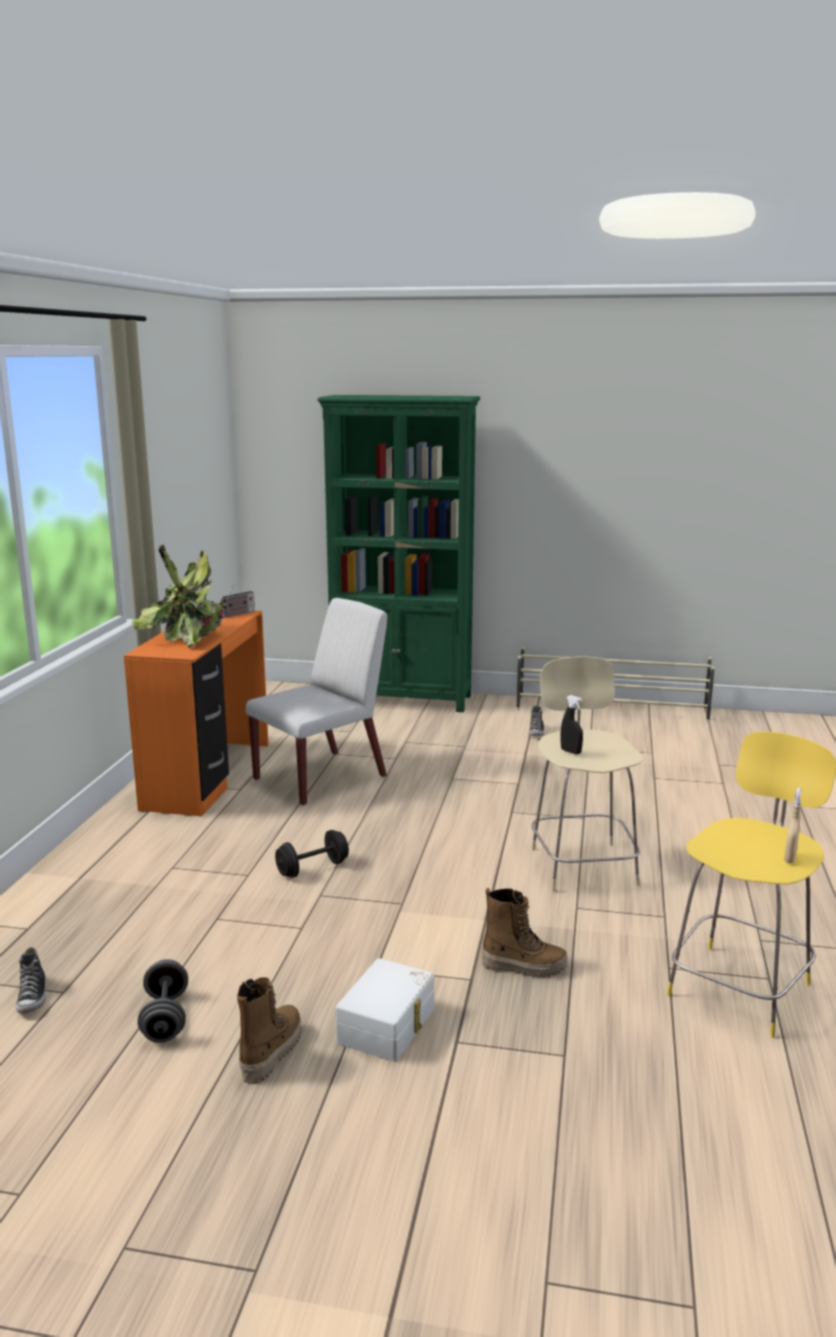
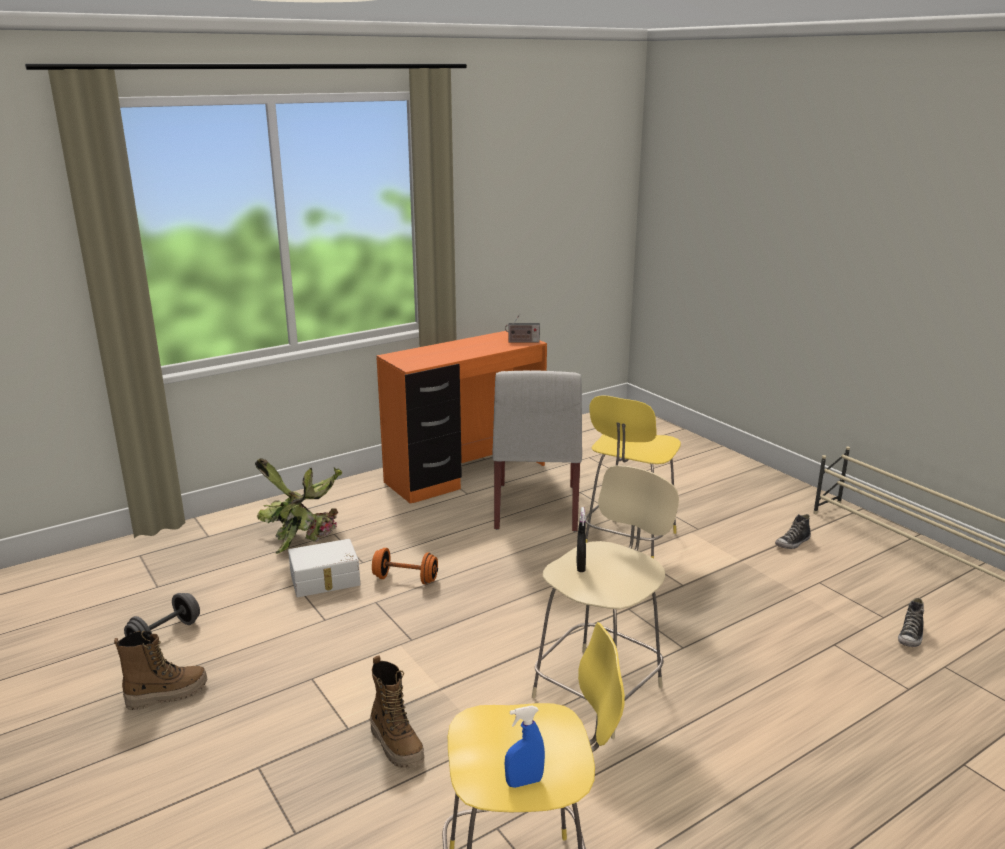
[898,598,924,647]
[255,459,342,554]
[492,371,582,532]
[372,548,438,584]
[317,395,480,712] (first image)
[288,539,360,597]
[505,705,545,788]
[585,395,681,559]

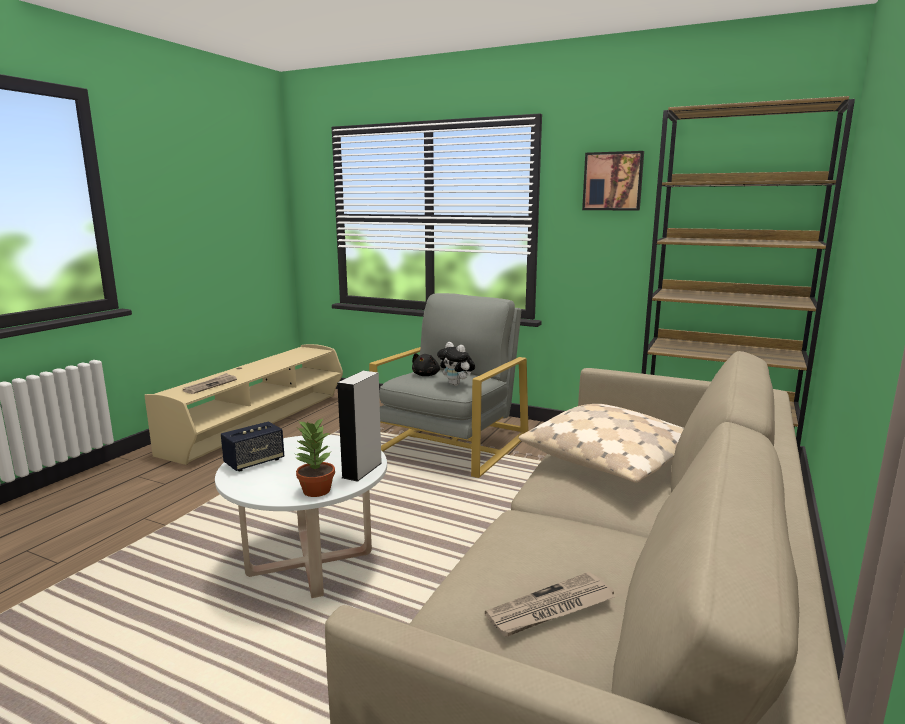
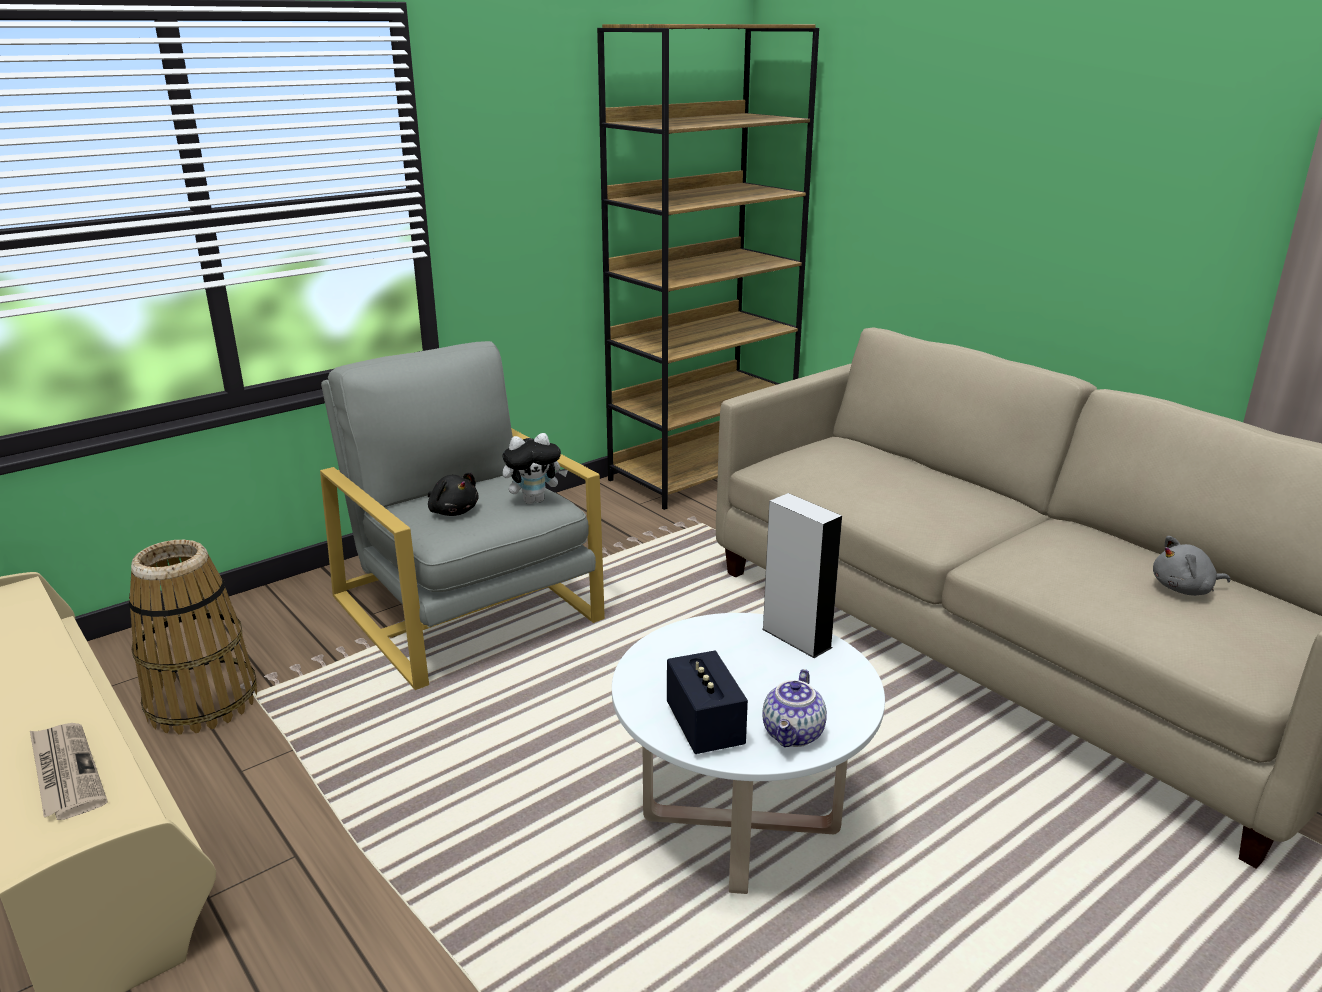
[295,417,335,497] (first image)
[1153,536,1230,596]
[519,404,684,483] (first image)
[582,151,644,211] (first image)
[128,540,257,735]
[762,669,827,747]

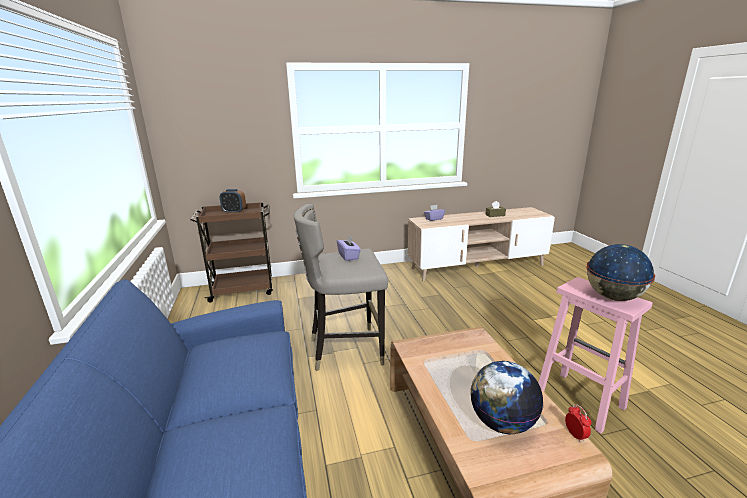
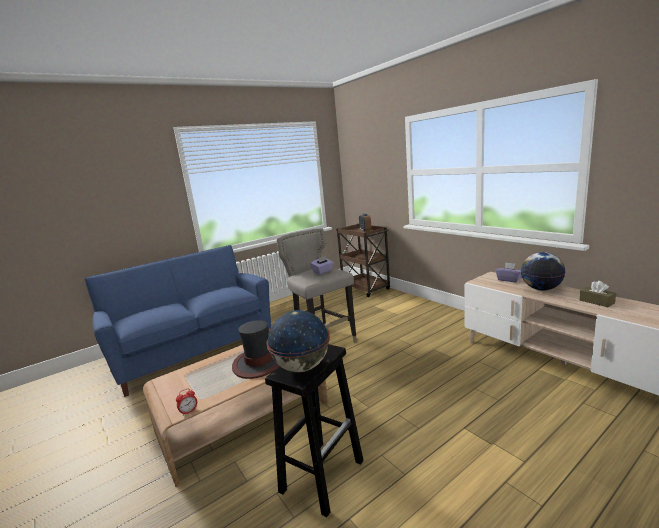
[521,252,565,290]
[265,344,363,517]
[232,320,280,379]

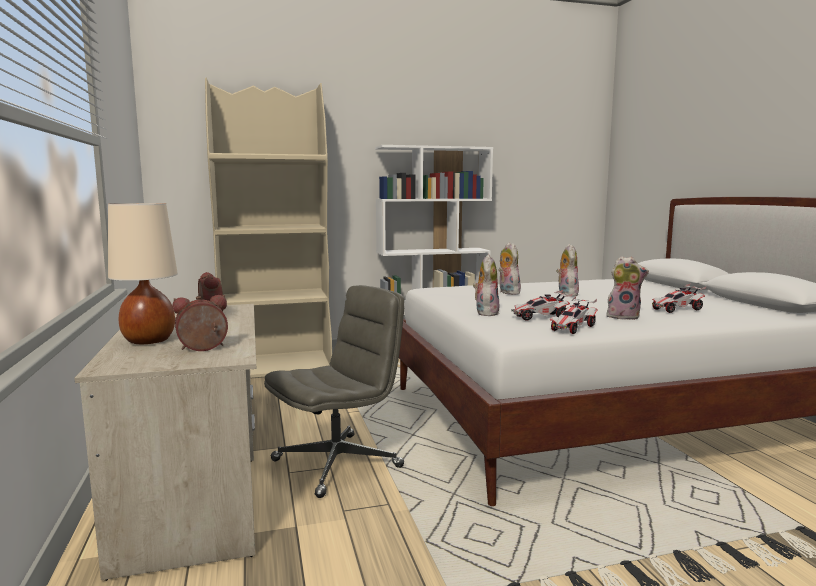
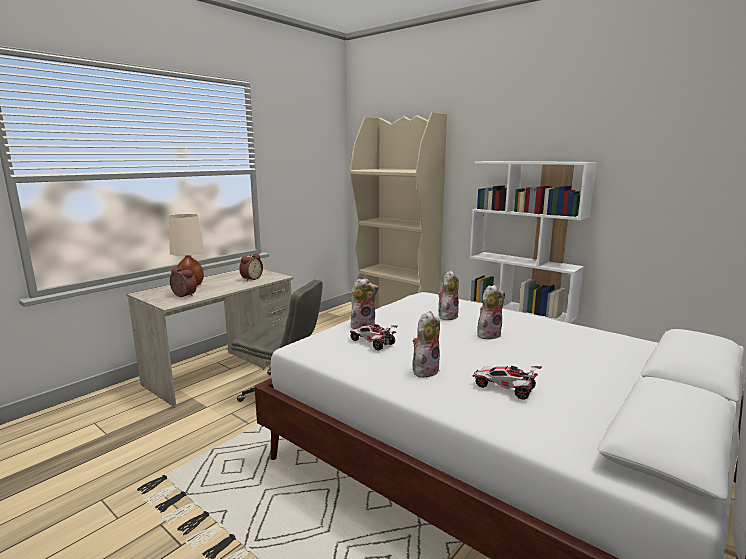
[550,296,598,334] (first image)
[413,311,440,378]

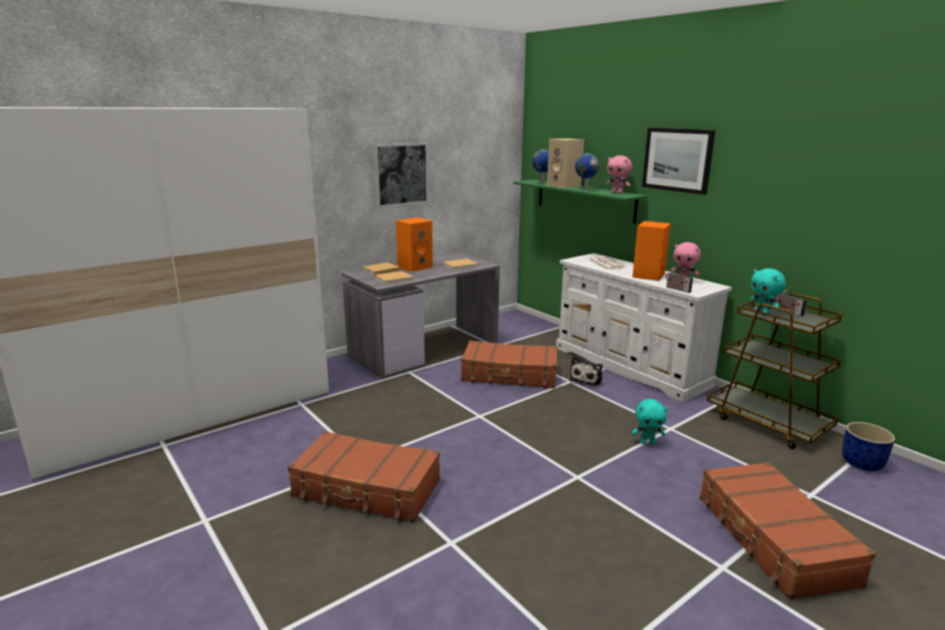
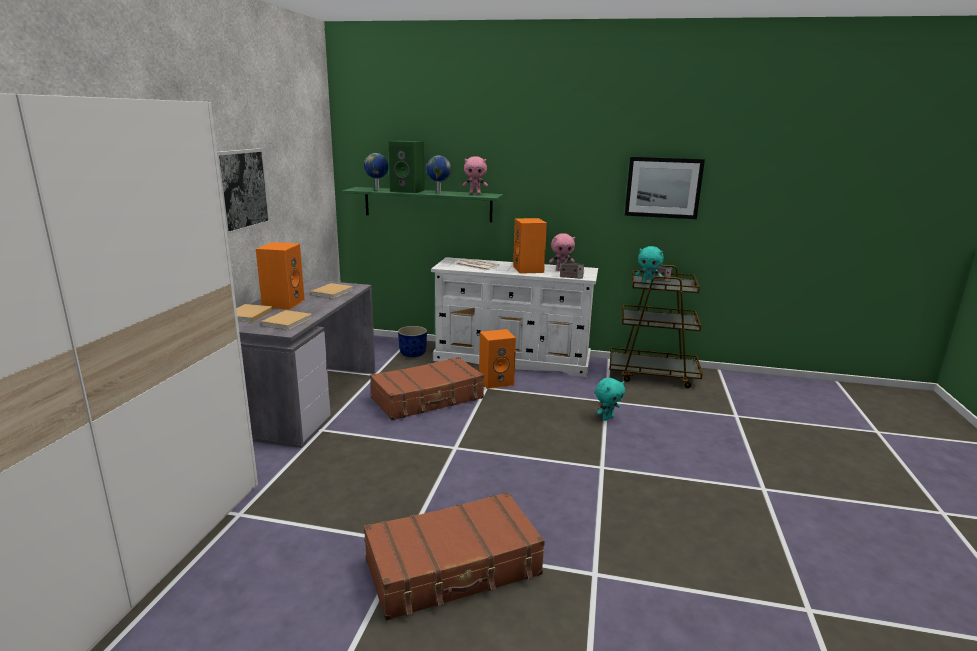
[388,140,425,193]
[479,329,516,389]
[625,157,705,219]
[700,462,876,600] (first image)
[398,326,427,357]

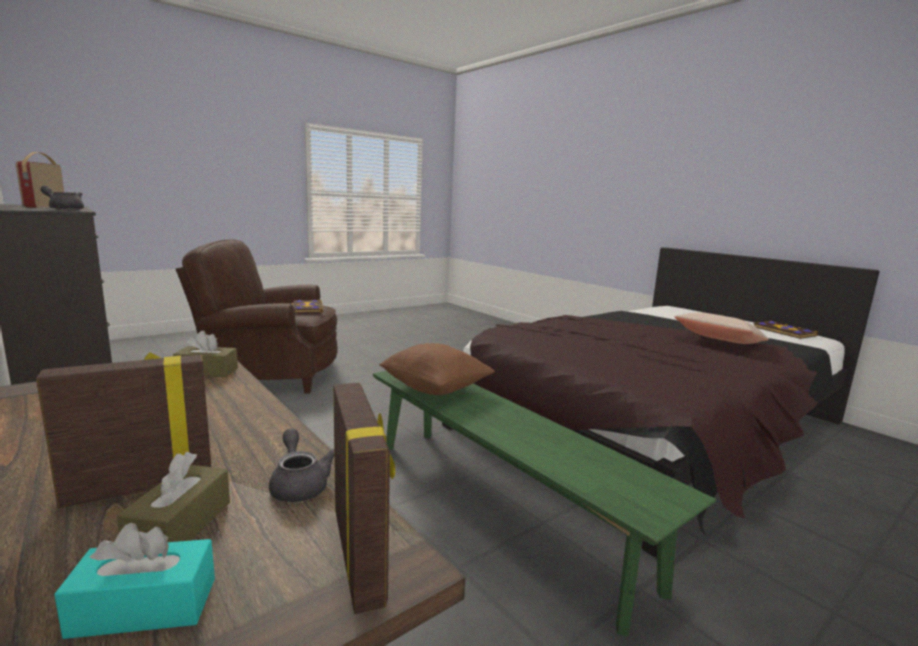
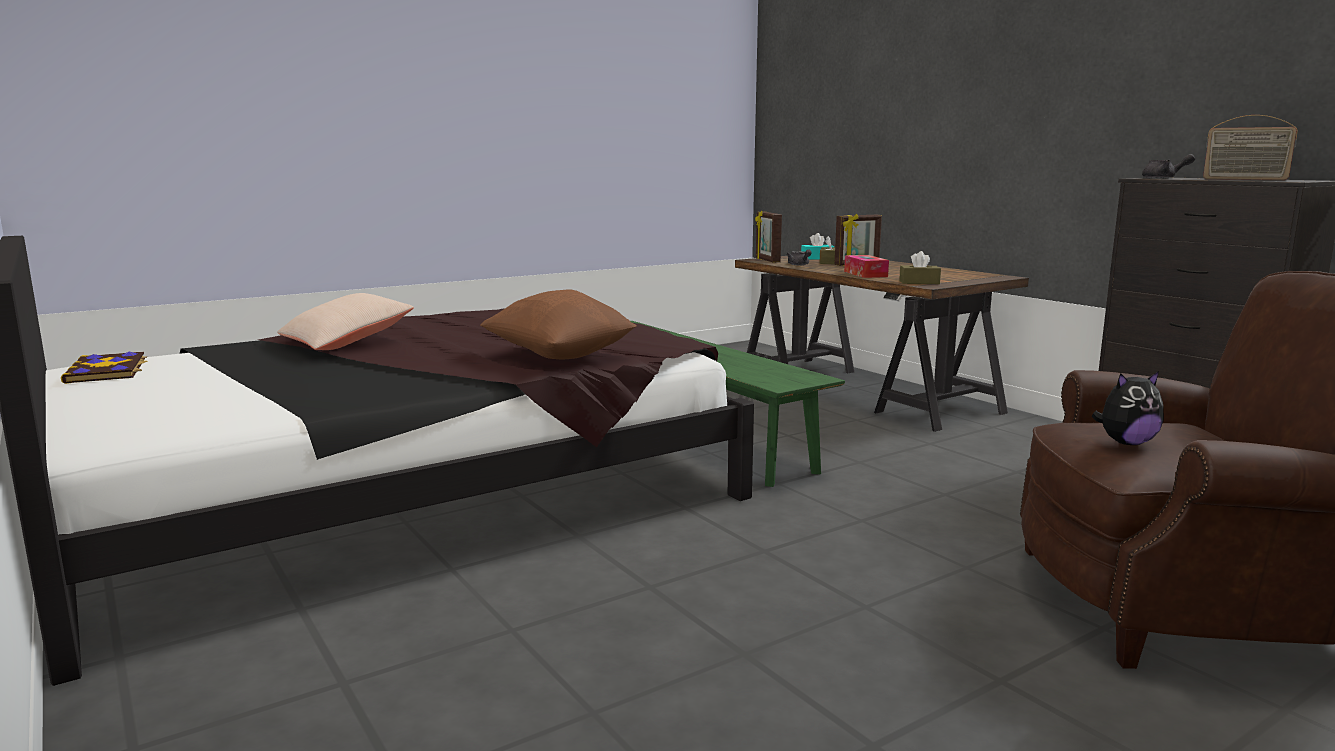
[1203,115,1298,180]
[1091,371,1164,445]
[480,289,637,359]
[844,255,889,278]

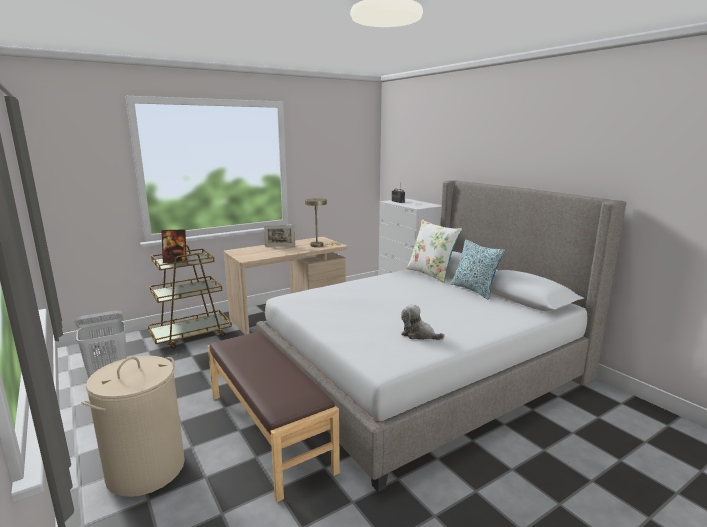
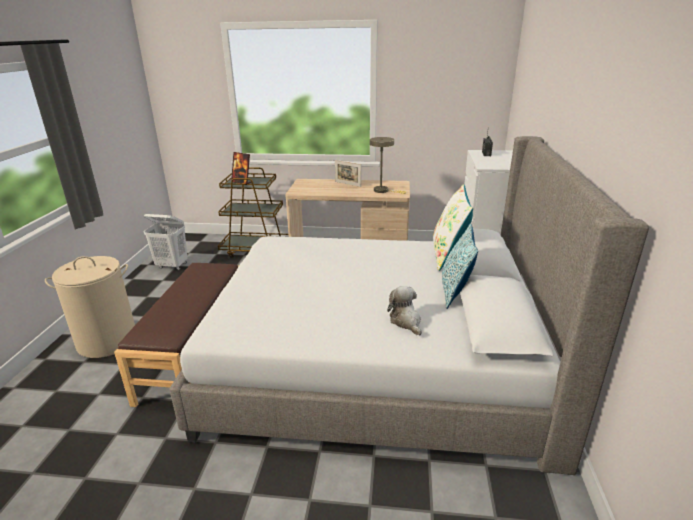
[387,286,422,336]

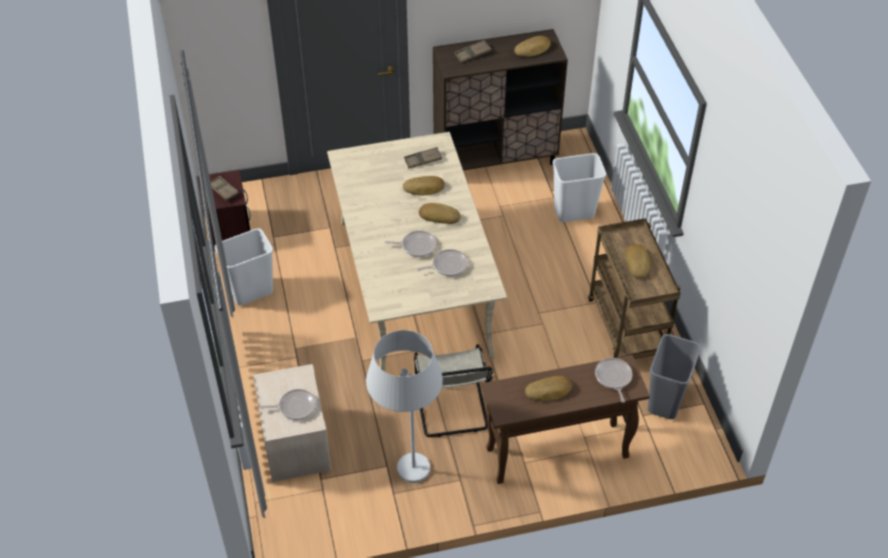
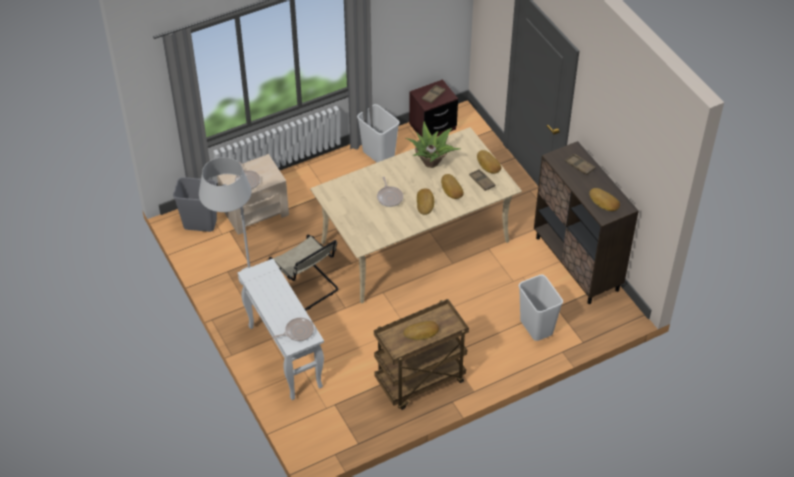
[269,235,338,311]
[417,249,468,276] (first image)
[238,259,324,400]
[477,150,501,174]
[173,177,217,232]
[405,121,461,168]

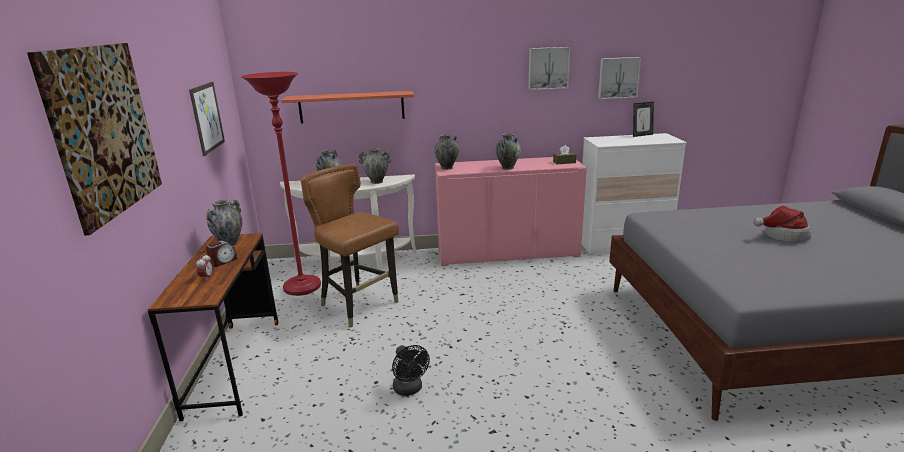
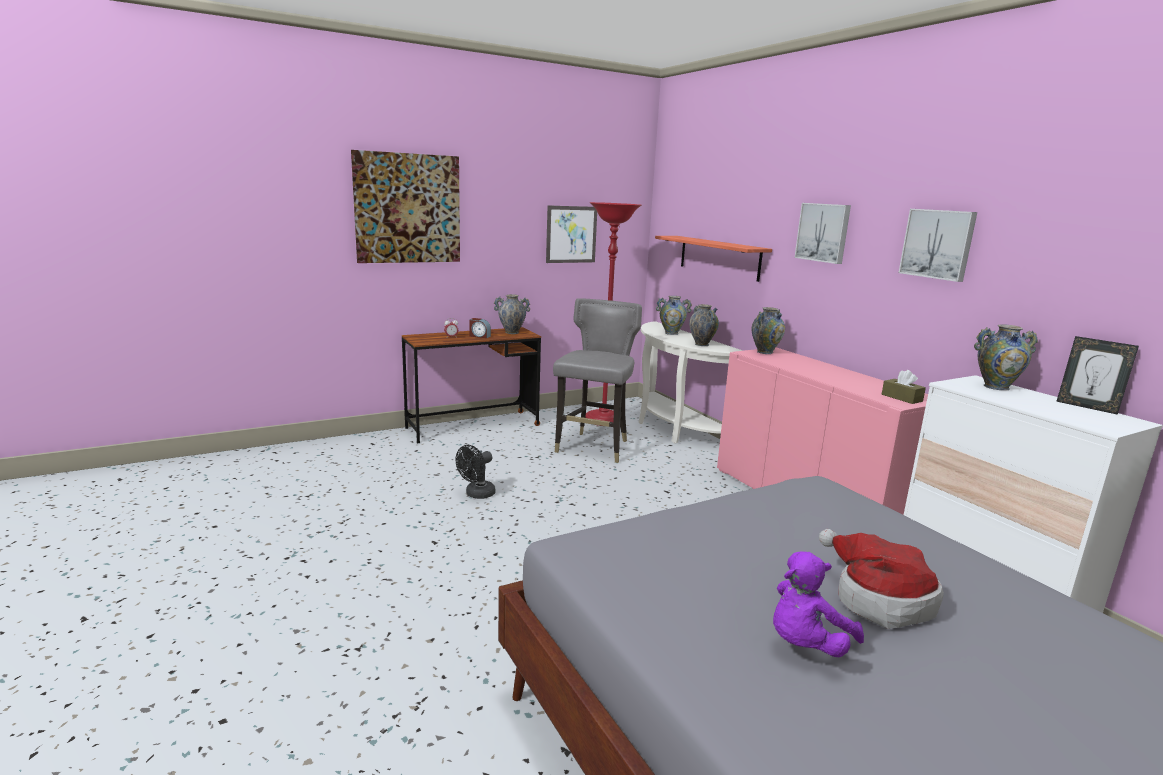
[553,299,642,463]
[974,324,1038,390]
[794,203,851,264]
[773,551,864,657]

